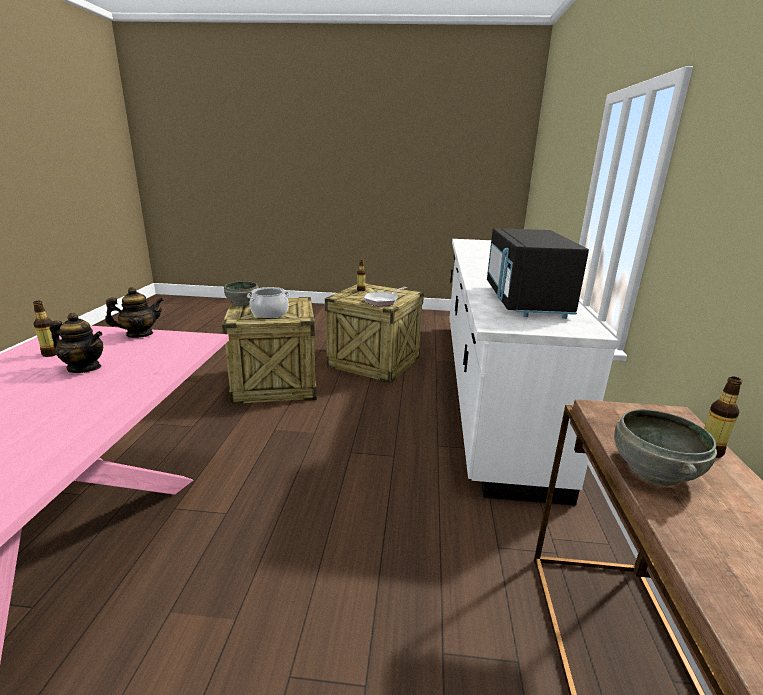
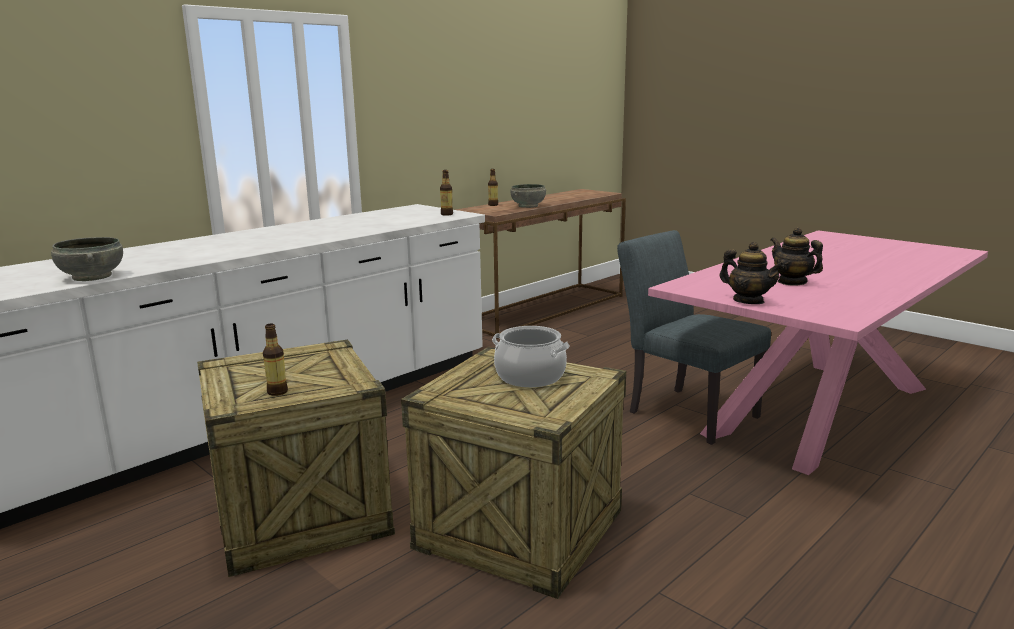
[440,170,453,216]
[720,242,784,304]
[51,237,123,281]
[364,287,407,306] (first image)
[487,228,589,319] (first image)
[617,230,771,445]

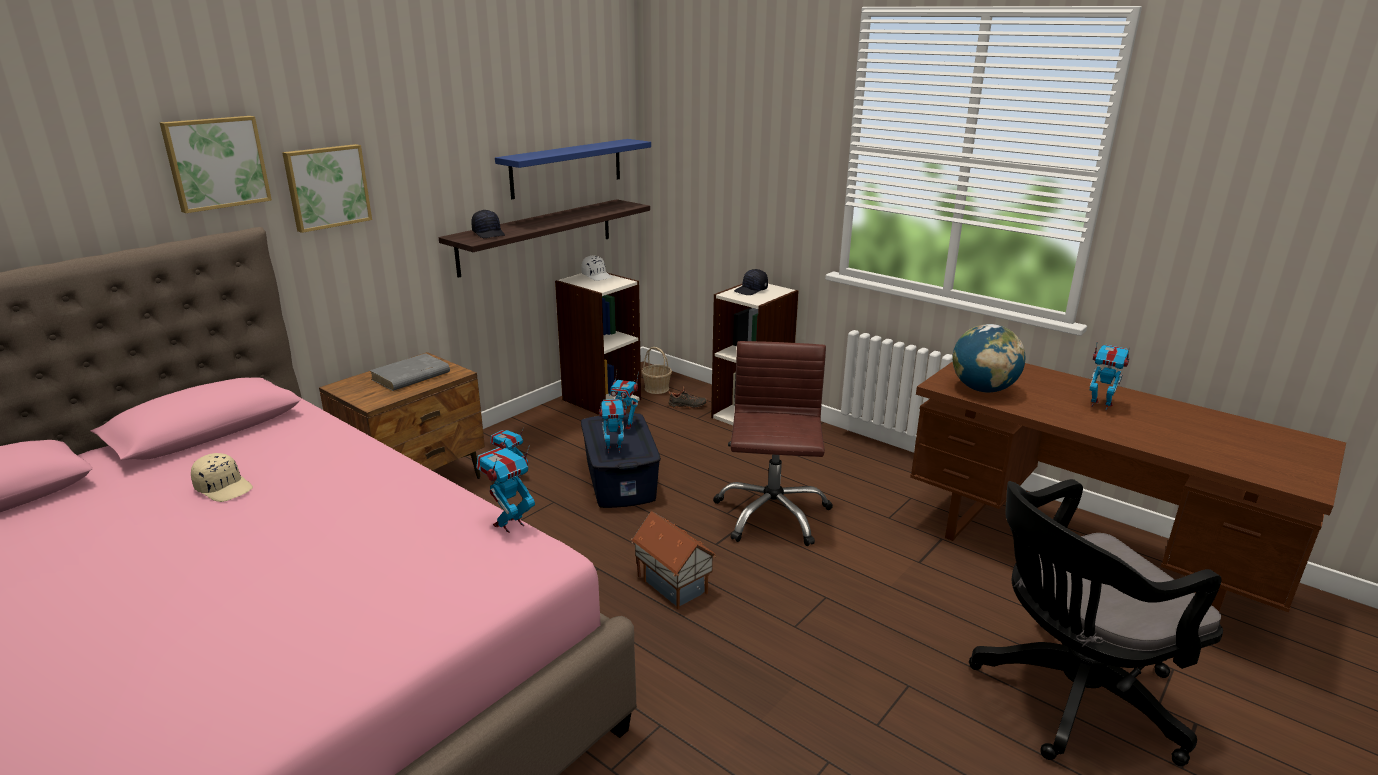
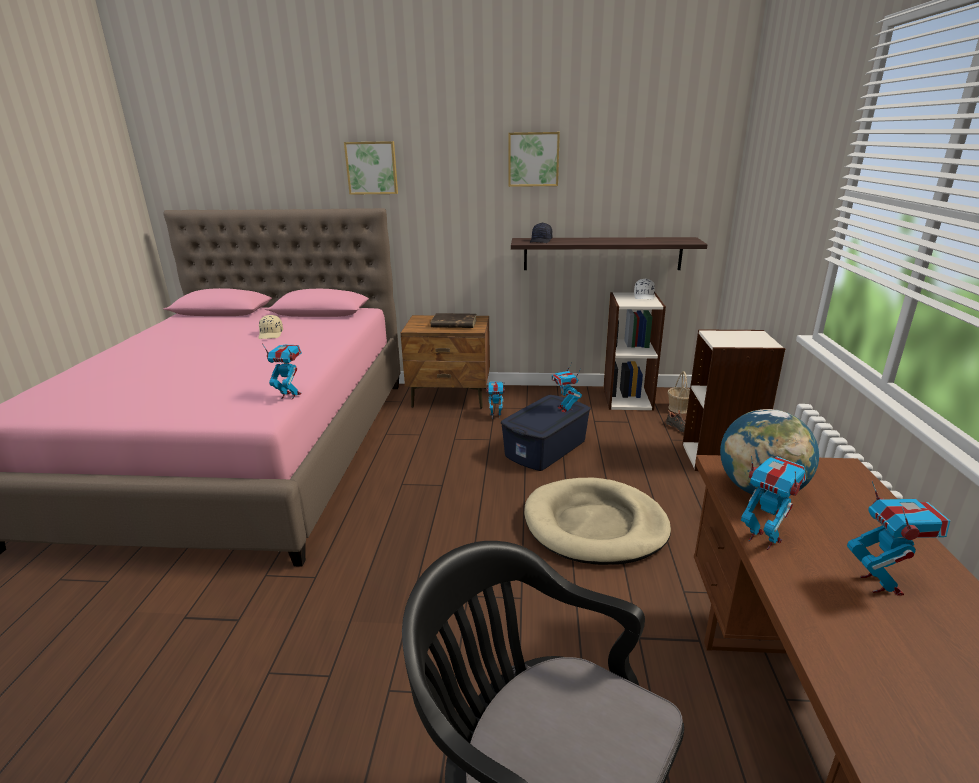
[508,132,560,187]
[431,313,476,328]
[495,139,651,199] (first image)
[741,455,806,550]
[631,511,717,609] (first image)
[524,478,671,565]
[734,269,768,295] (first image)

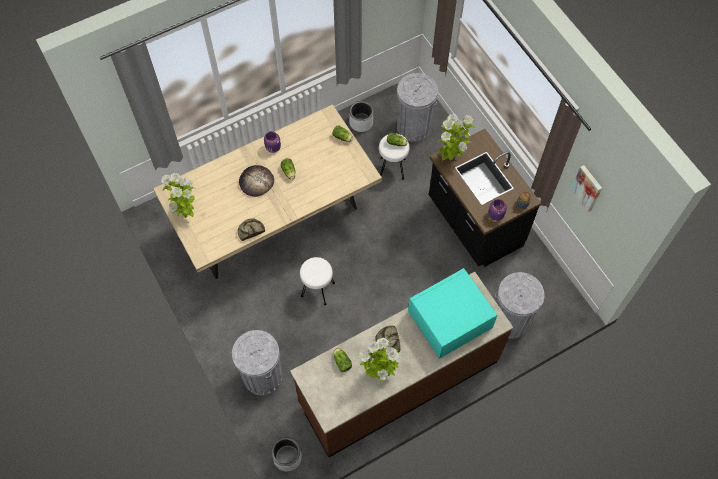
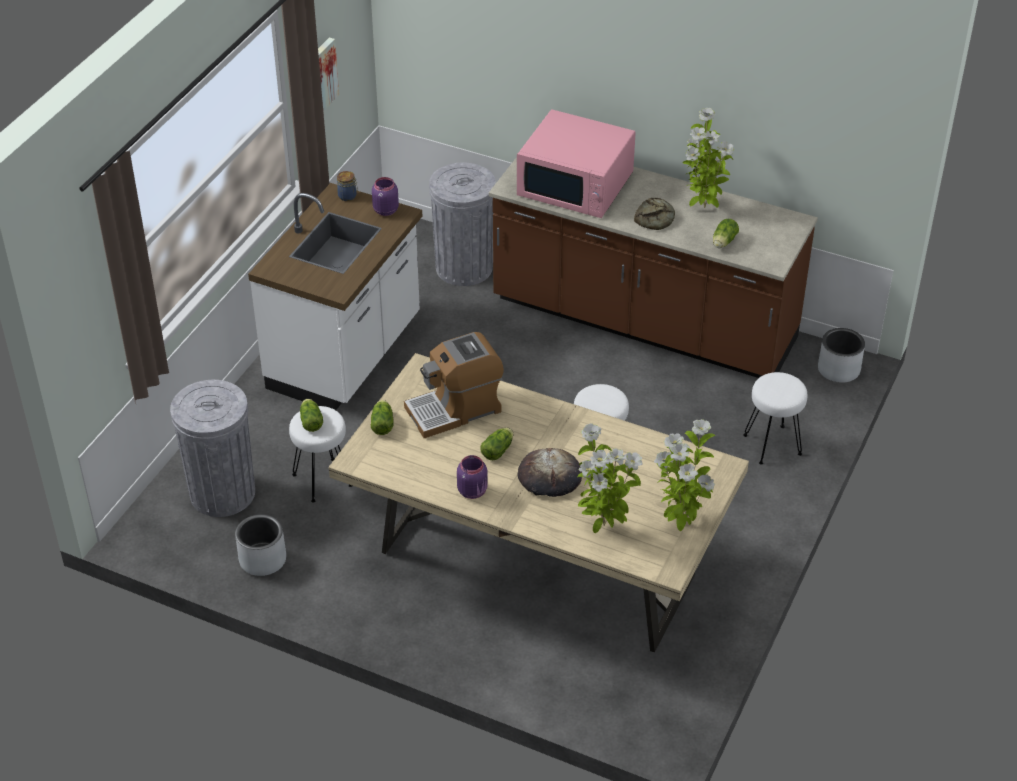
[743,372,807,465]
[238,218,265,241] (first image)
[517,109,636,218]
[248,183,422,410]
[577,423,643,533]
[404,332,504,438]

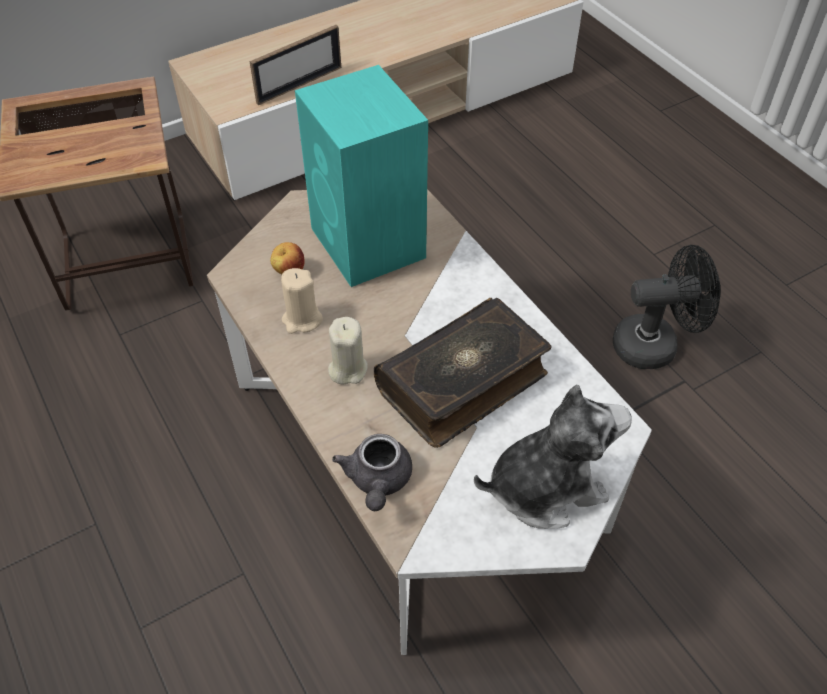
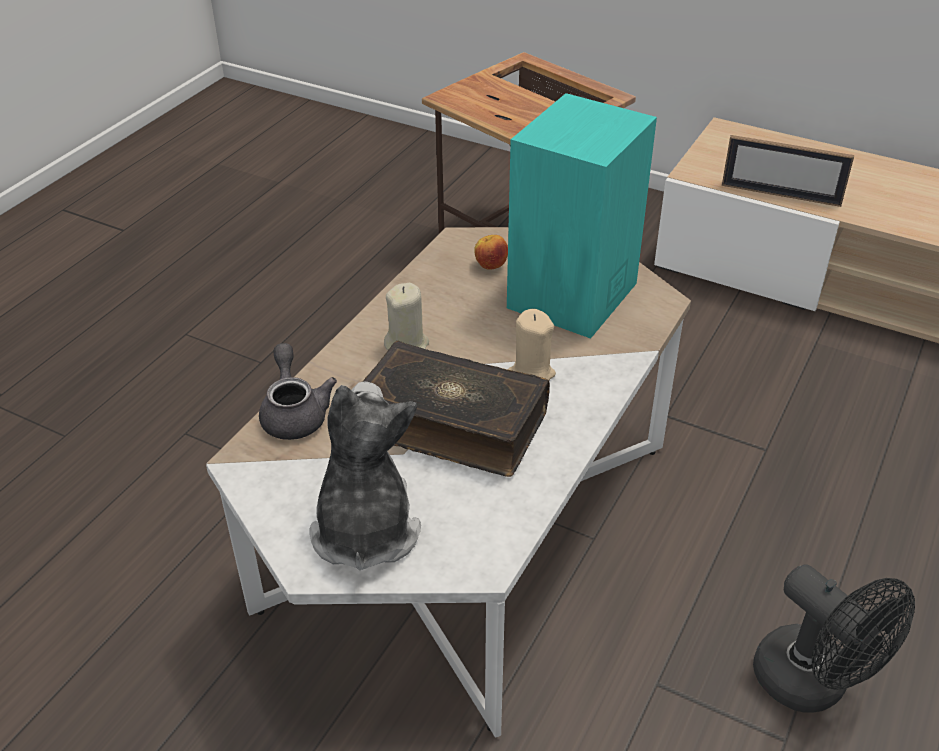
[508,309,556,380]
[259,343,337,440]
[309,381,421,571]

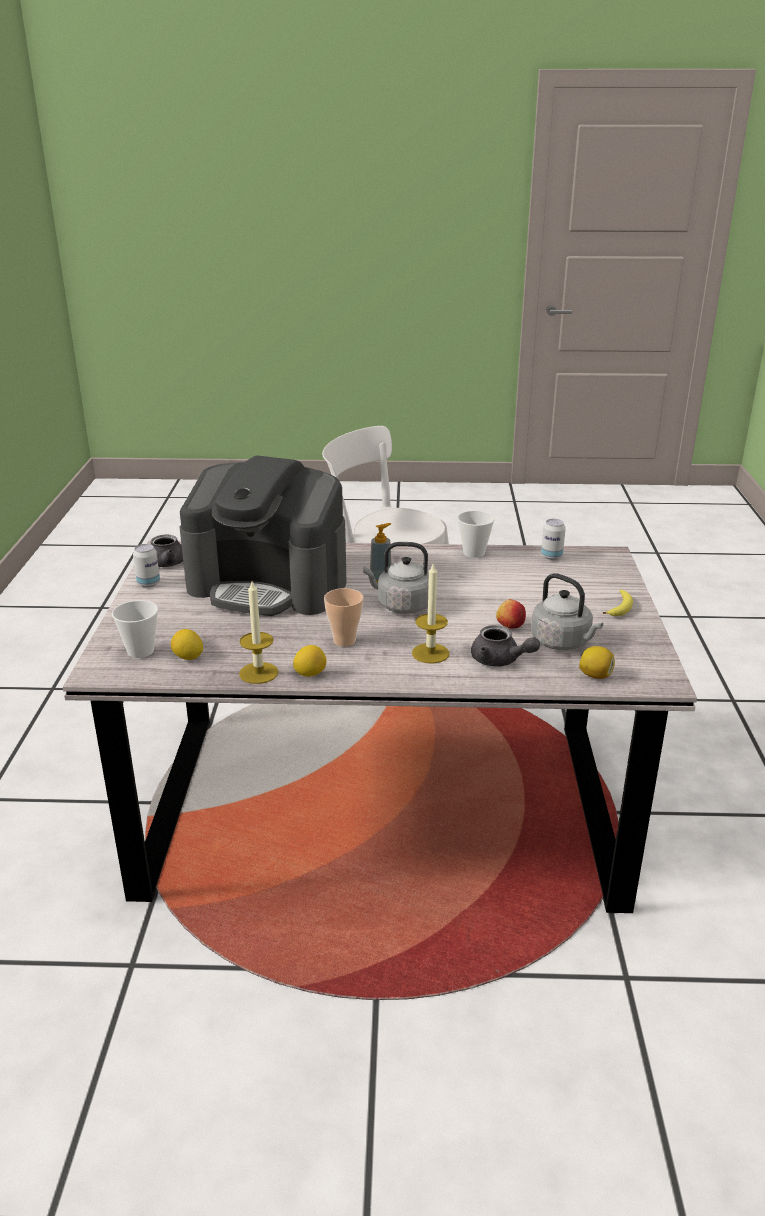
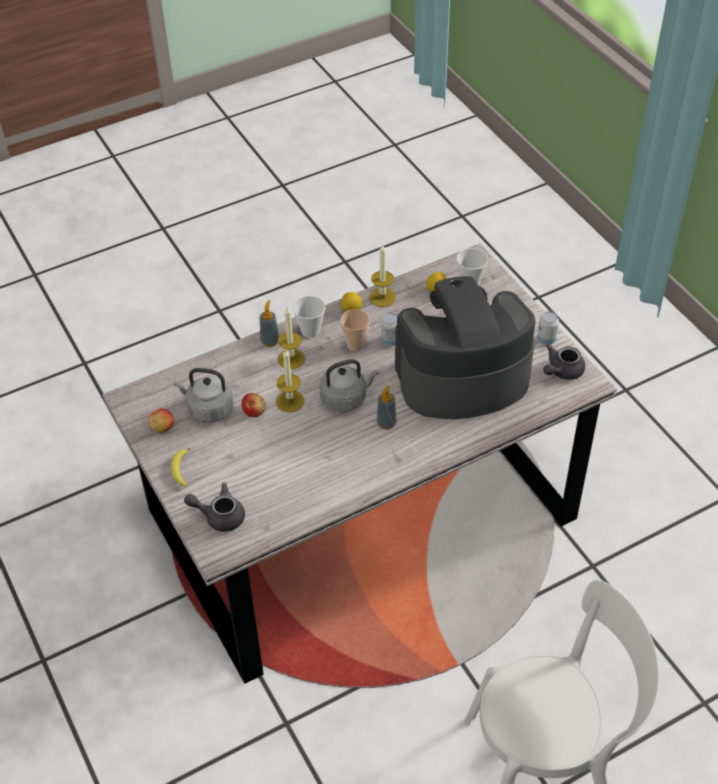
[293,296,326,338]
[184,482,245,532]
[381,312,398,346]
[579,646,615,679] (first image)
[148,408,174,433]
[260,300,279,347]
[276,349,304,412]

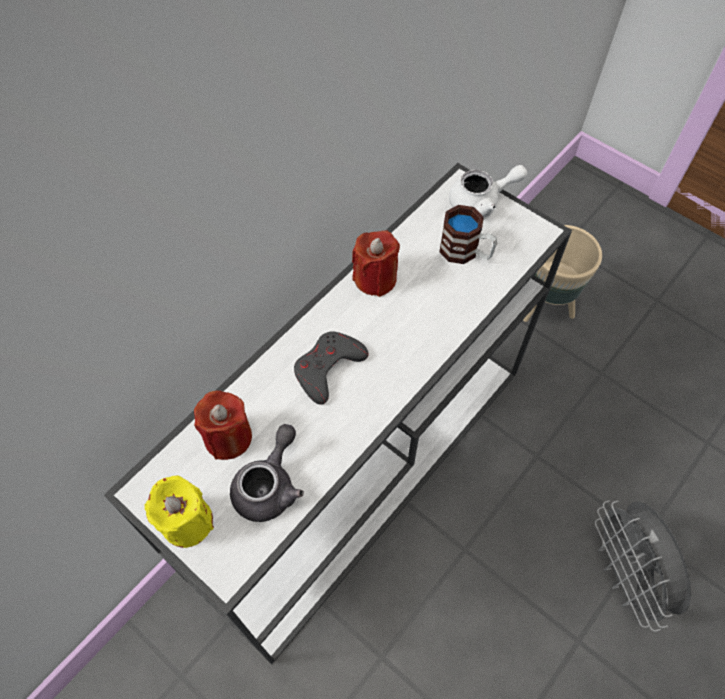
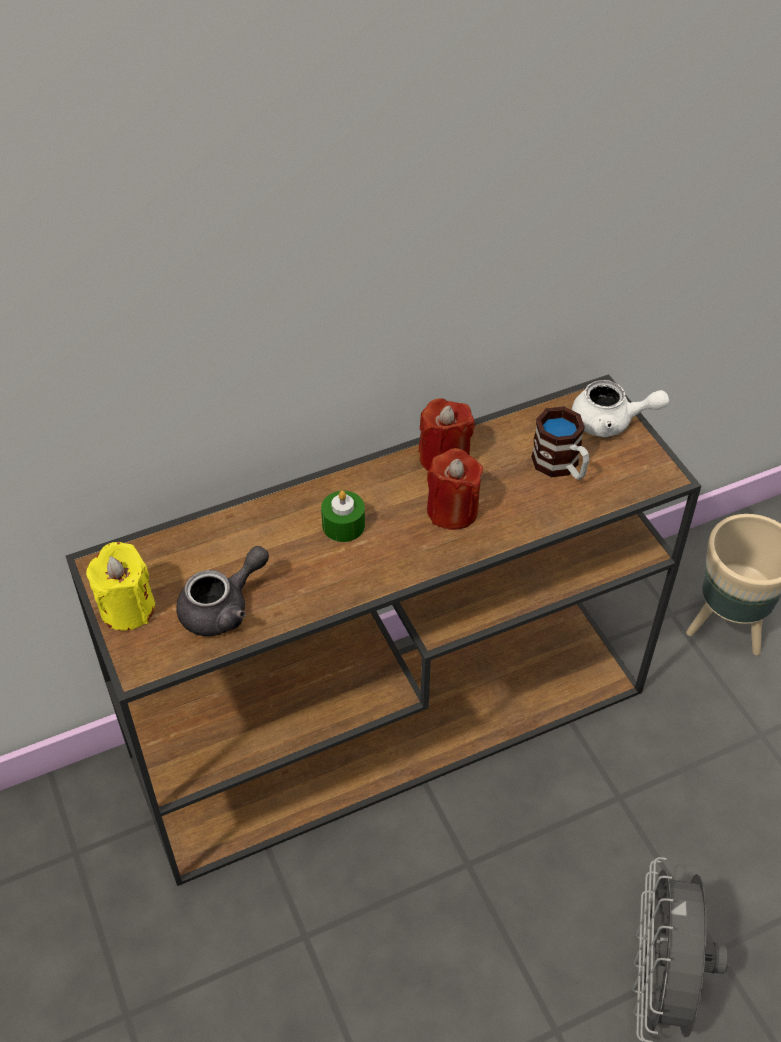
[66,374,701,886]
[427,448,483,530]
[321,491,365,542]

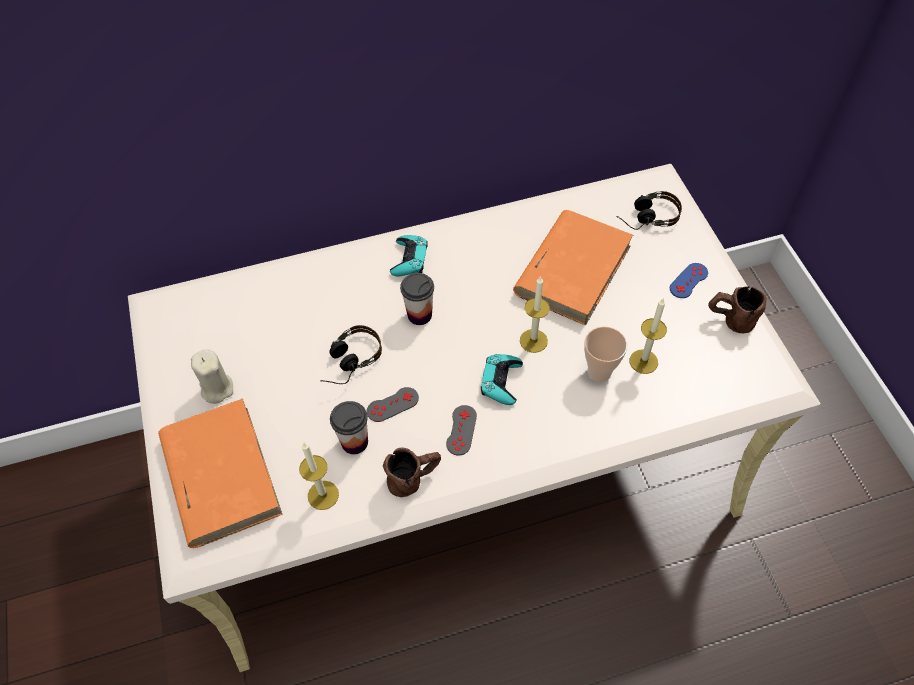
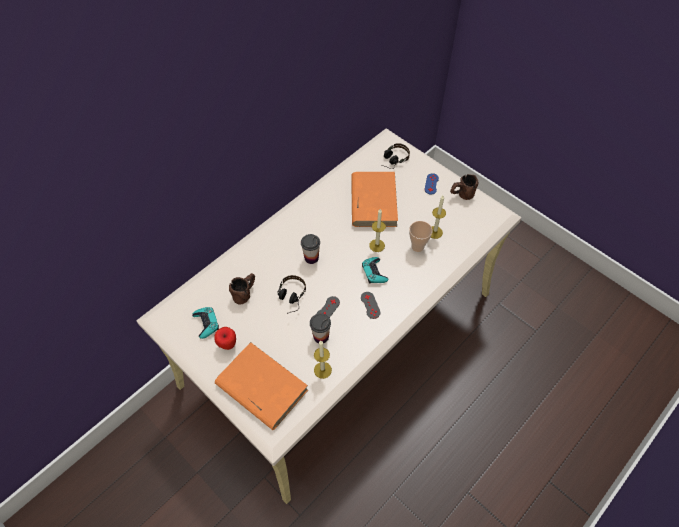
[214,327,236,350]
[229,273,255,305]
[192,307,219,339]

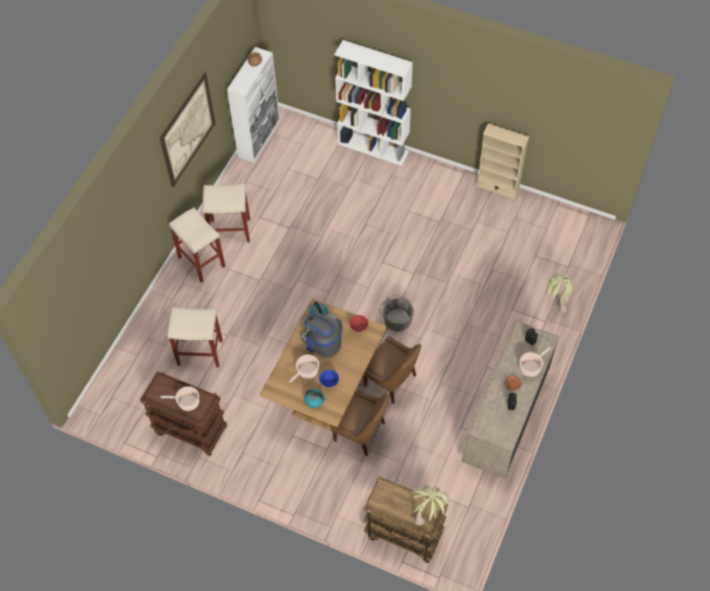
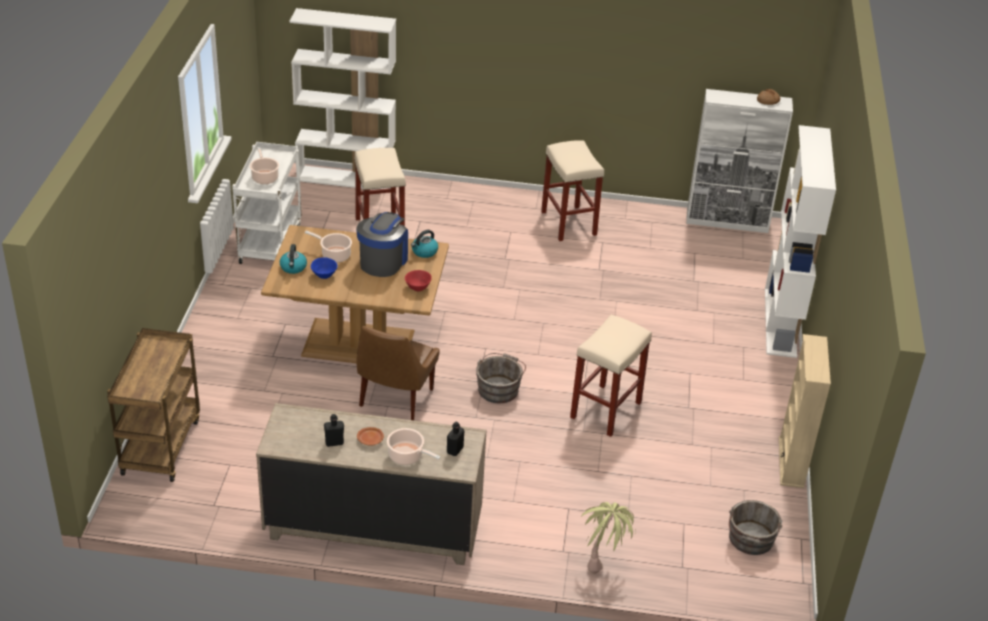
[232,142,302,264]
[160,72,216,187] (first image)
[570,315,652,437]
[330,389,390,456] (first image)
[411,485,448,526] (first image)
[289,8,396,190]
[729,500,783,555]

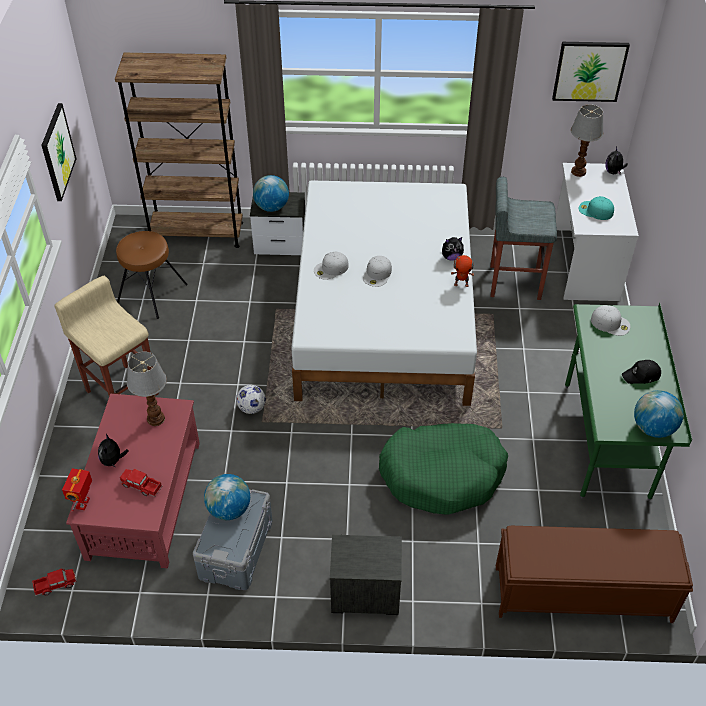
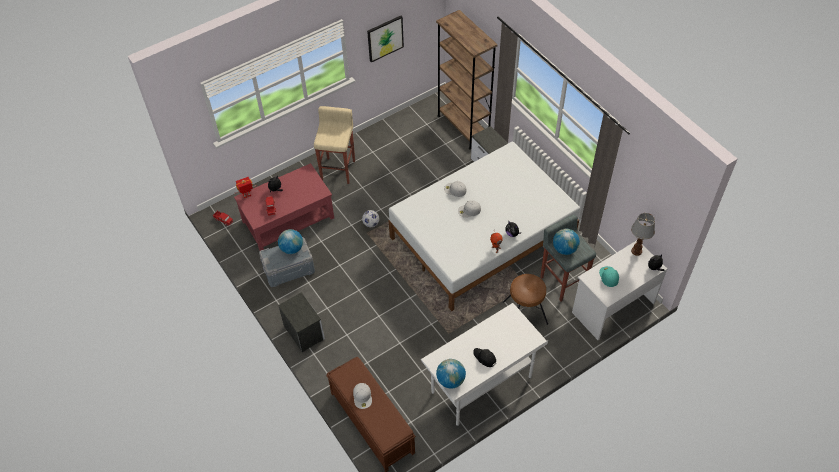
[503,274,548,325]
[127,351,167,426] (first image)
[553,229,580,255]
[379,423,508,515] (first image)
[552,42,630,102] (first image)
[421,303,548,426]
[353,383,372,409]

